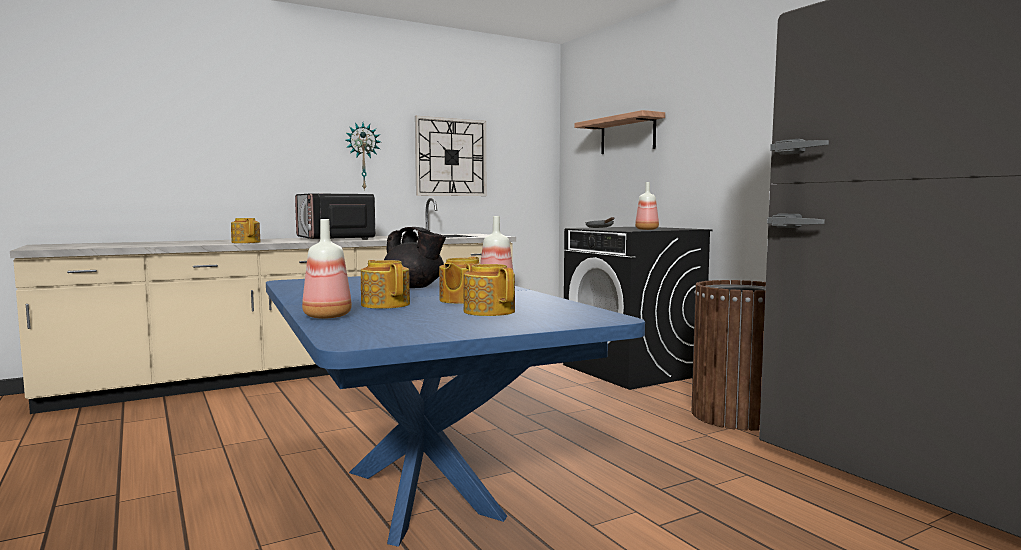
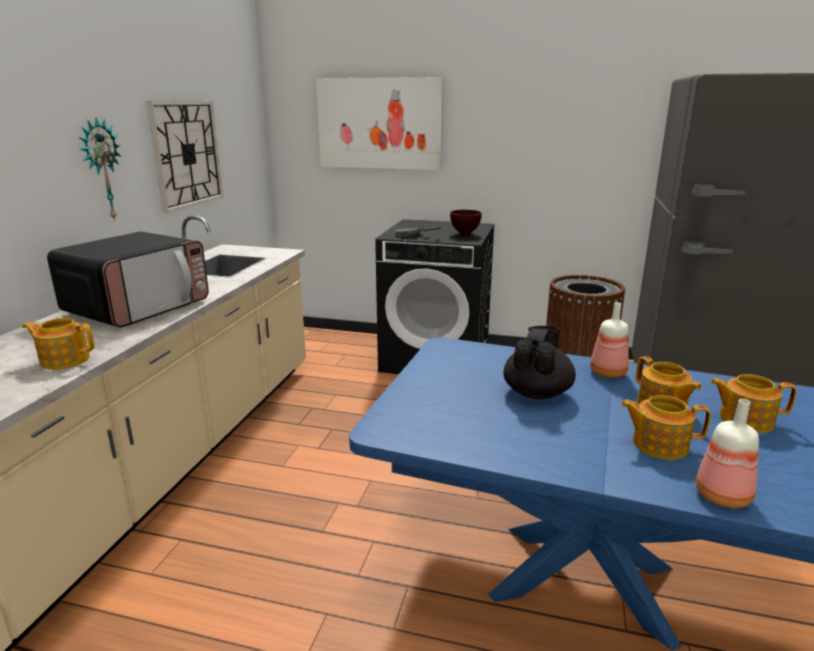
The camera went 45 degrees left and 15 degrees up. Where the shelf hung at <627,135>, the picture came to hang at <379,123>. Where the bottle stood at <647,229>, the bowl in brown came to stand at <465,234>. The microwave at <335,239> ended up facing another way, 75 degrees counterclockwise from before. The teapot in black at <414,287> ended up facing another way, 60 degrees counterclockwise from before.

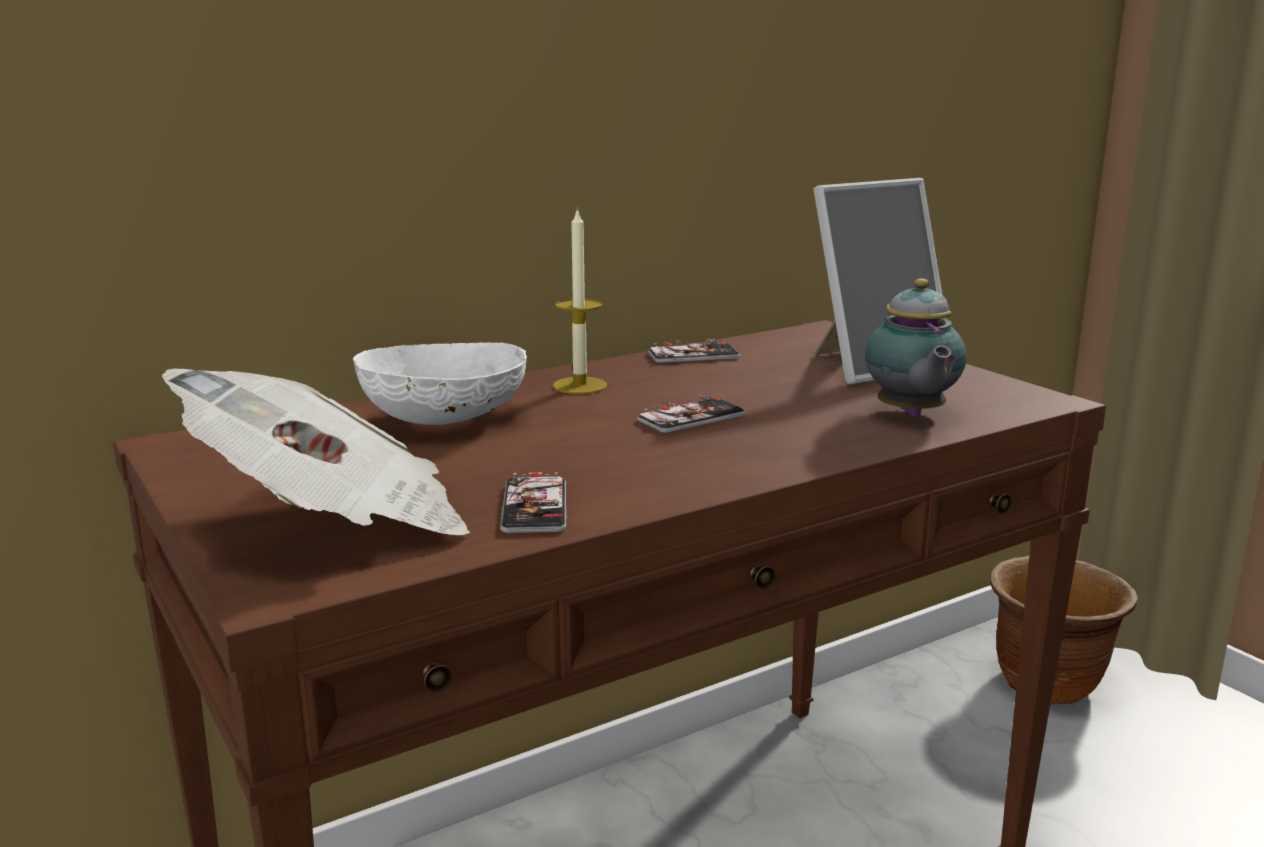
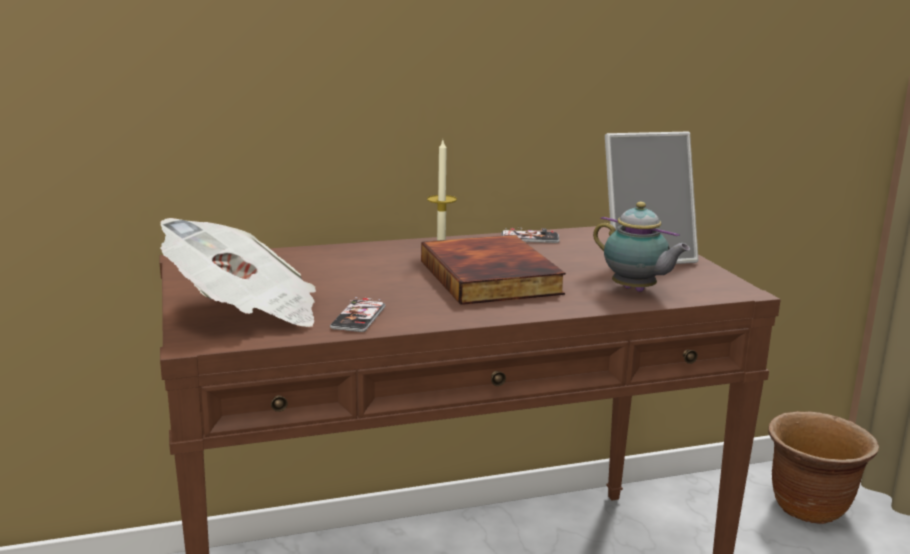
The camera went 15 degrees right and 0 degrees up. The teapot at <910,415> ended up facing another way, 60 degrees counterclockwise from before. The second view lost the bowl in white at <444,418>. Where the phone stood at <691,418>, the book came to stand at <493,277>.

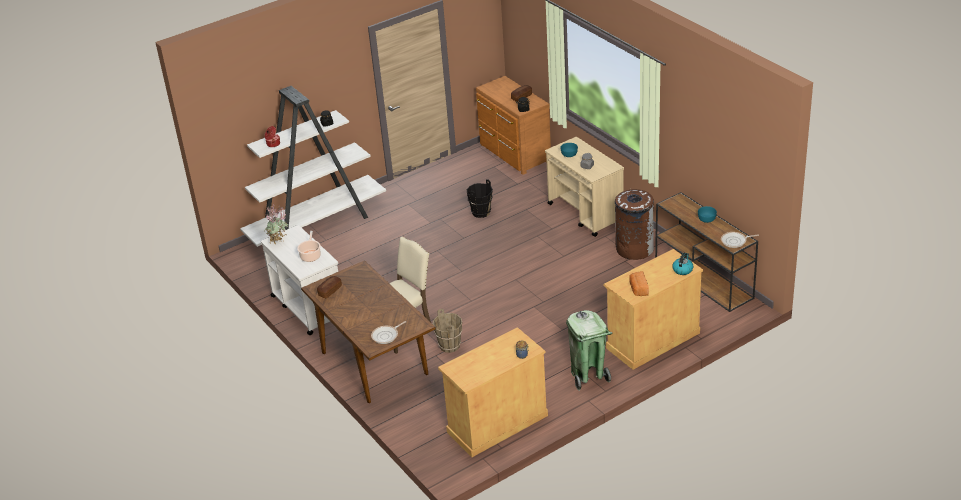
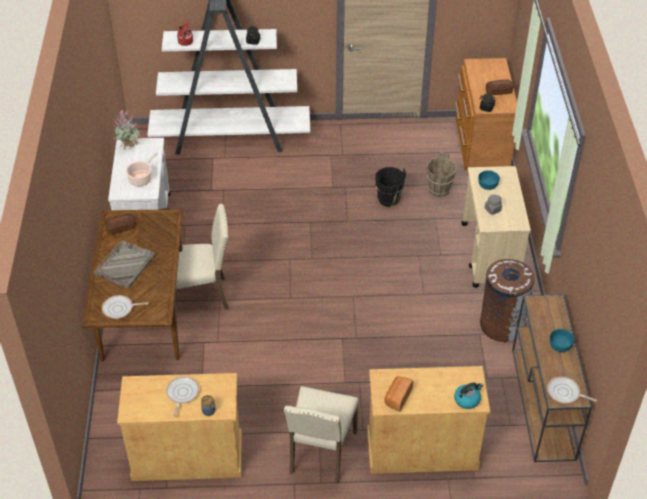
The camera went 30 degrees right and 10 degrees up. The bucket in brown ended up elsewhere, having gone from <450,346> to <439,190>. Where the trash can in green stood at <588,375>, the chair in beige came to stand at <321,453>. The second view gained the tray in grey at <125,264>. The second view gained the frying pan at <182,394>.

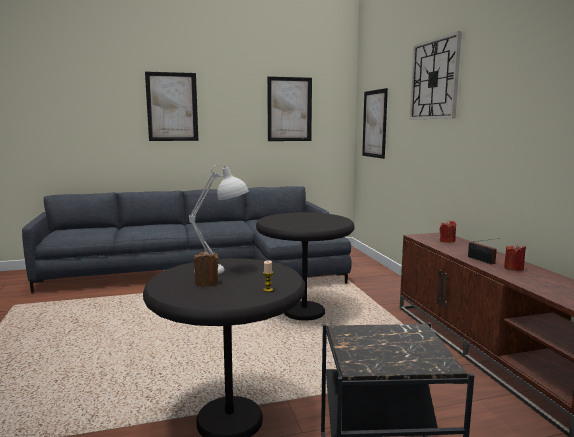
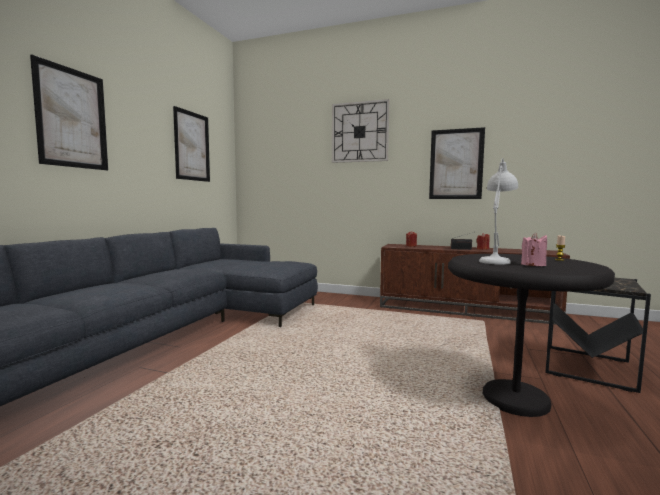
The camera went 55 degrees left and 5 degrees down. The picture ended up elsewhere, having gone from <374,124> to <456,164>. The second view lost the side table in black at <304,312>. What was the candle in brown at <206,283> turned into the candle in pink at <533,265>.

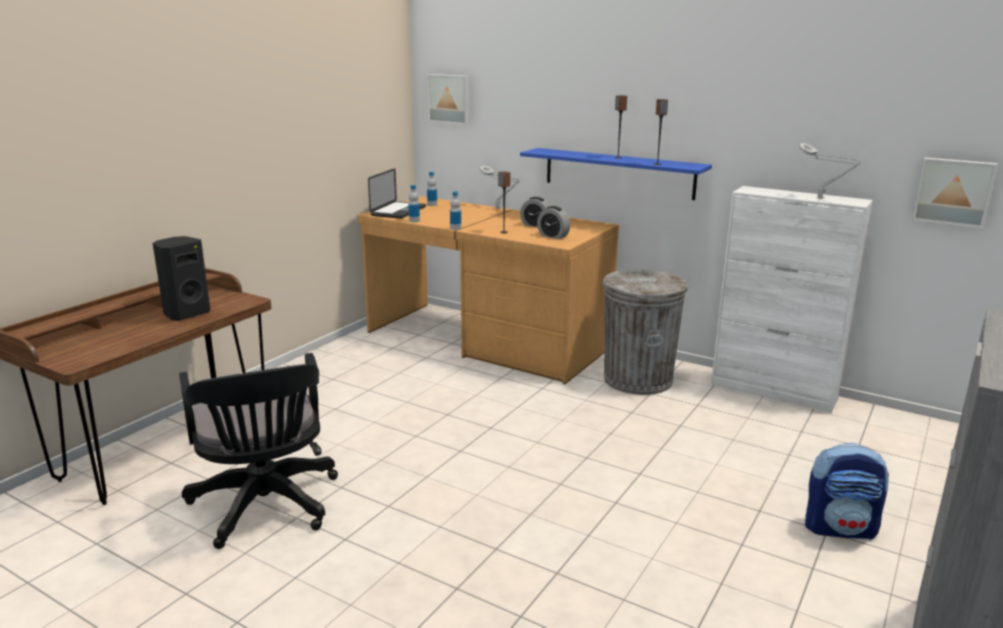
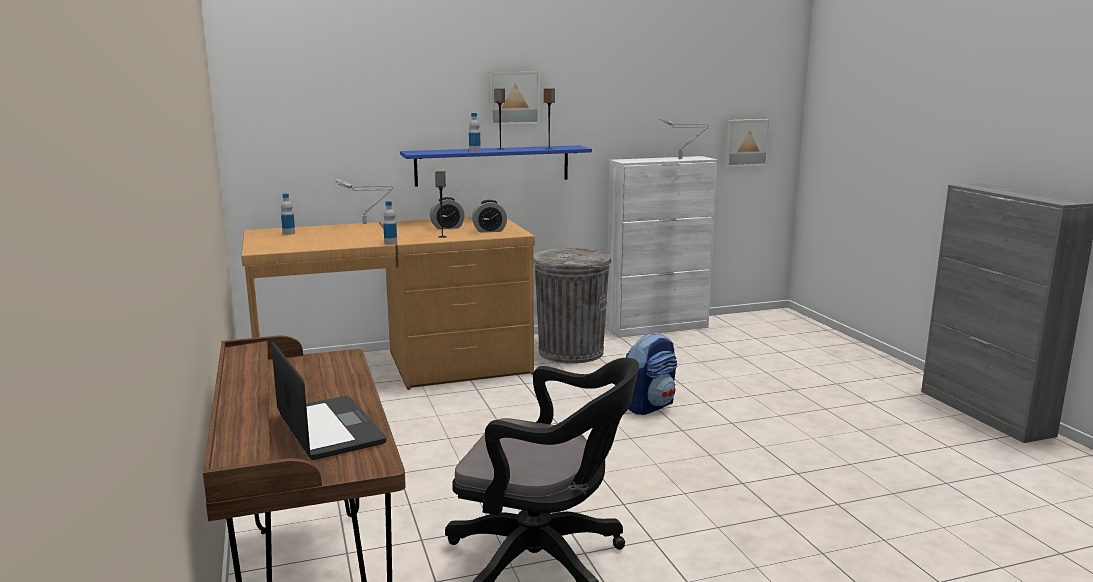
The camera went 50 degrees left and 5 degrees down. The picture ended up elsewhere, having gone from <450,99> to <513,98>. The laptop ended up elsewhere, having gone from <398,211> to <330,429>. The bottle ended up elsewhere, having gone from <414,221> to <474,151>. The second view lost the speaker in black at <186,314>. The backpack ended up elsewhere, having gone from <840,528> to <650,406>.

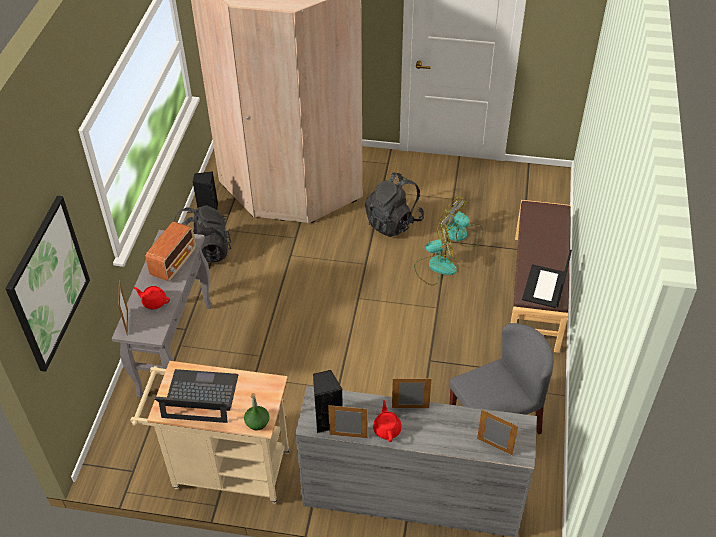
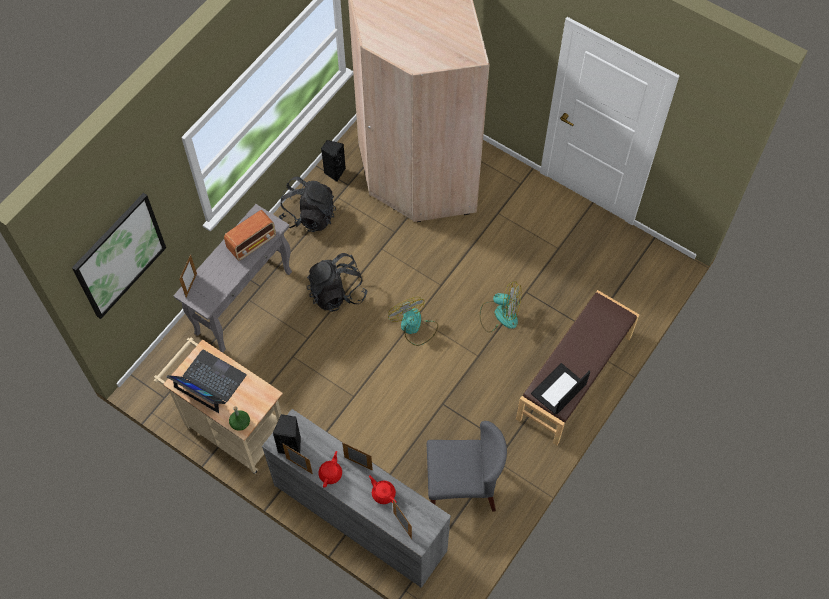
The camera went 25 degrees right and 15 degrees up. The backpack in black ended up elsewhere, having gone from <393,222> to <337,293>. The fan ended up elsewhere, having gone from <461,234> to <414,327>. The teapot in red ended up elsewhere, having gone from <154,302> to <383,493>.

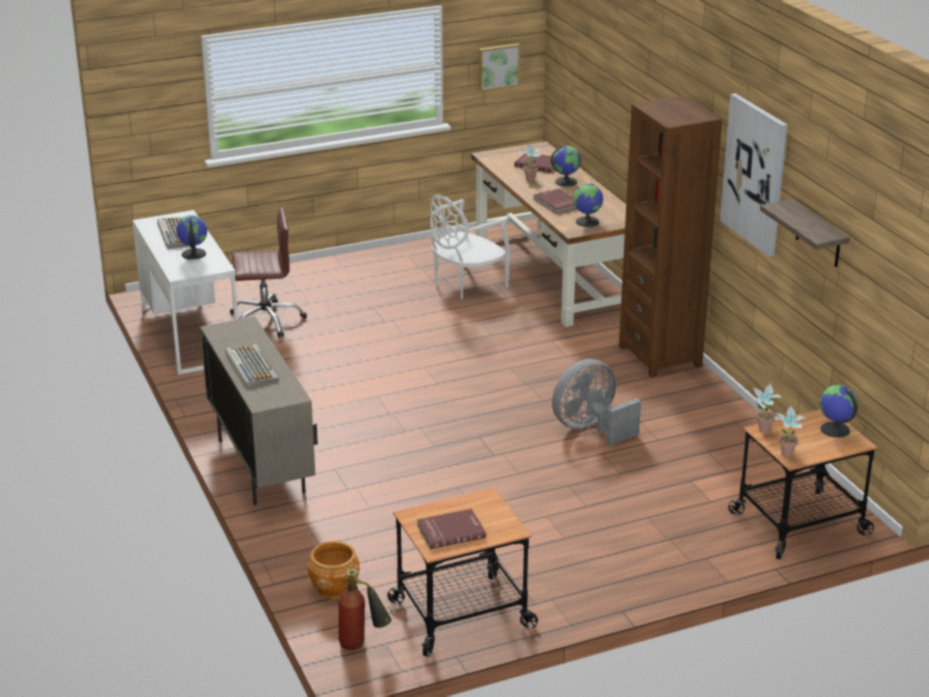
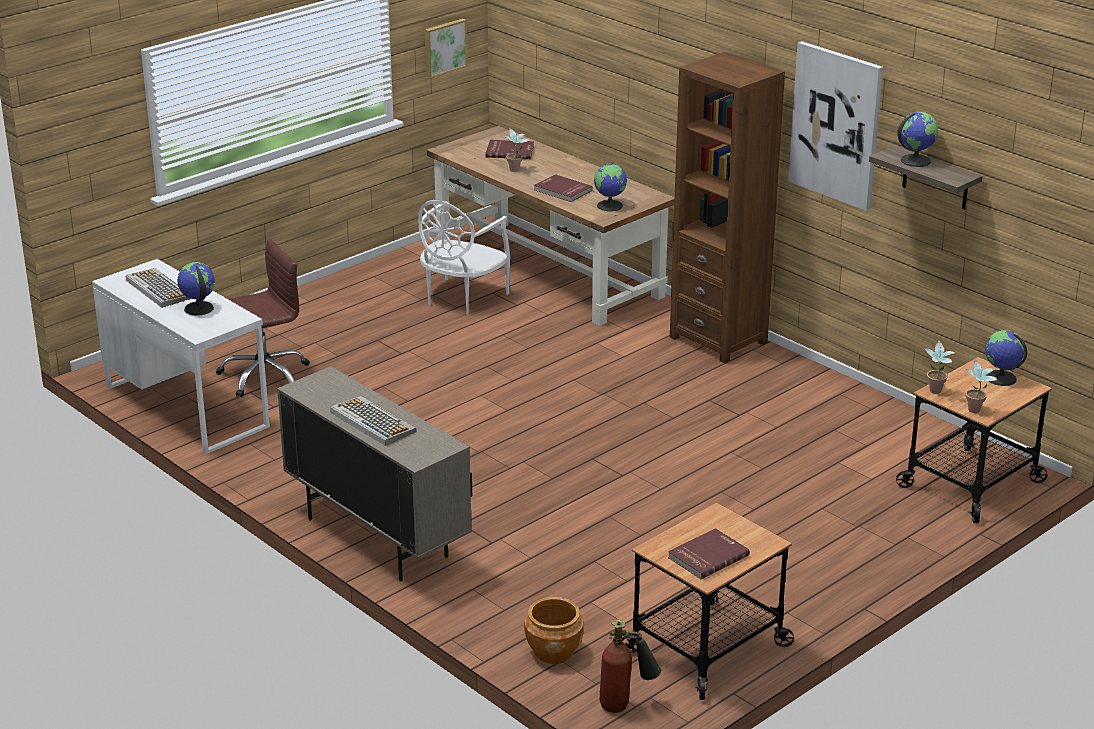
The camera went 20 degrees left and 0 degrees up. The globe ended up elsewhere, having gone from <566,182> to <915,160>. The second view lost the fan in grey at <591,429>.

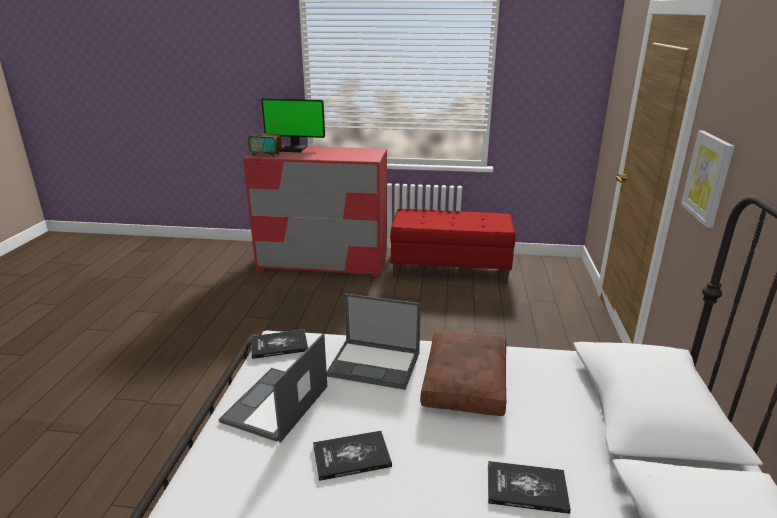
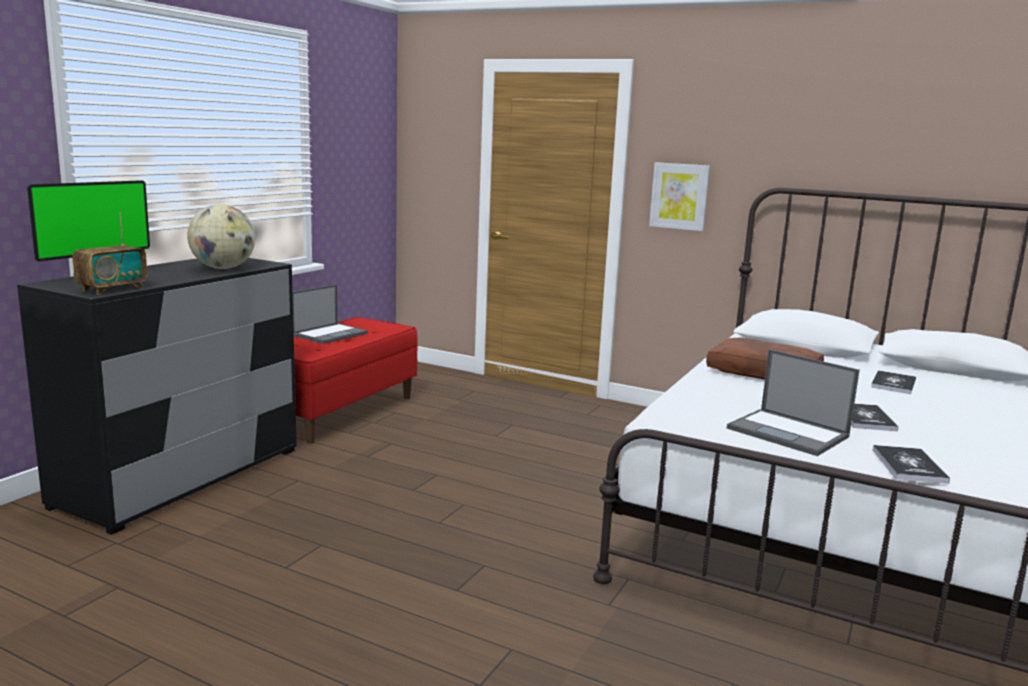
The camera went 70 degrees left and 10 degrees down. What was the dresser in red at <323,262> turned into the dresser in black at <181,477>. The laptop ended up elsewhere, having gone from <375,364> to <330,334>. The book ended up elsewhere, having gone from <279,345> to <908,466>. The second view gained the globe at <223,268>.

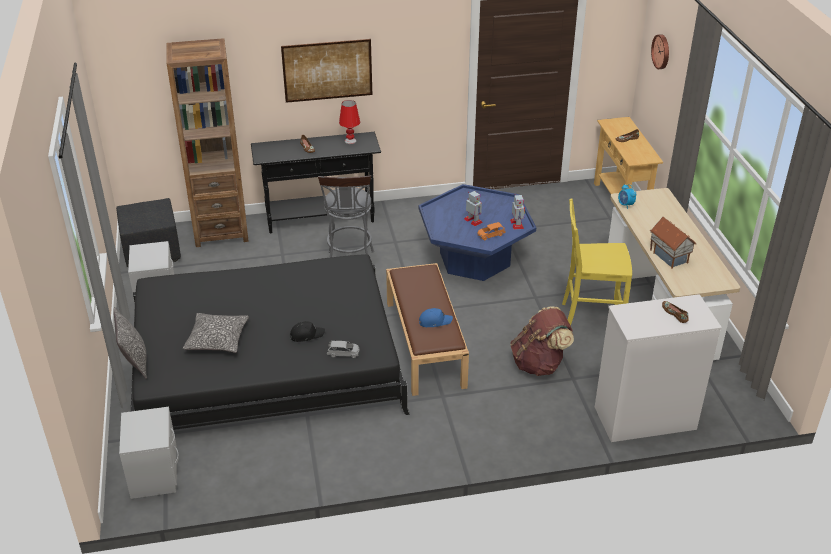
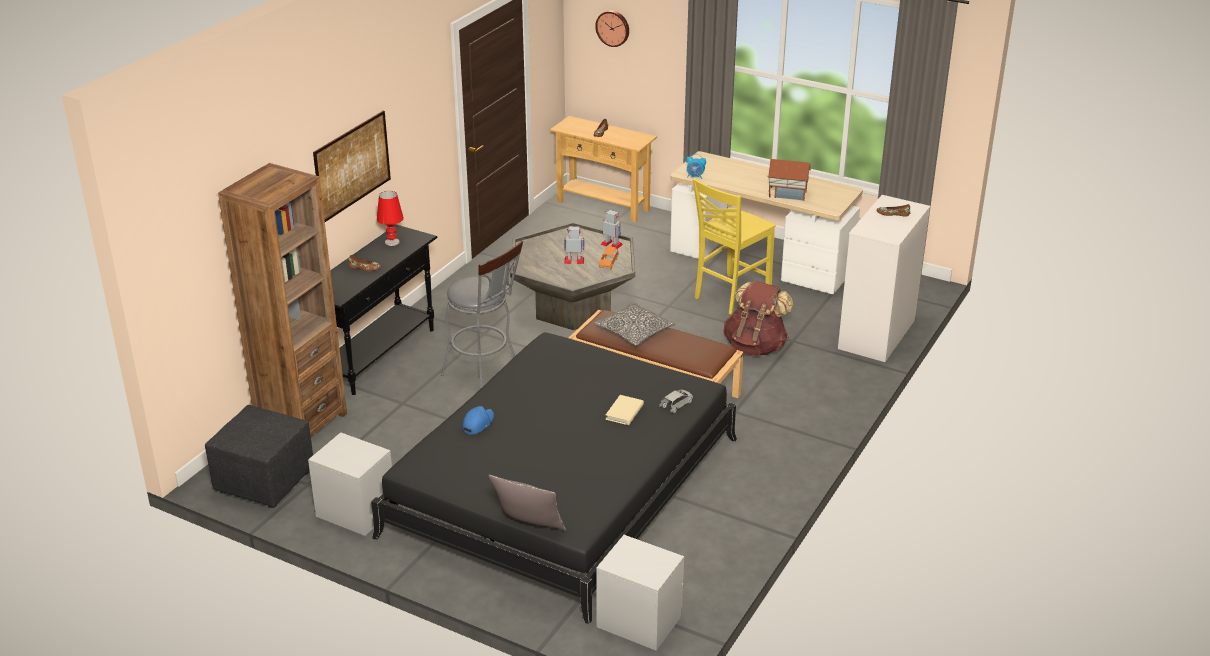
The camera went 50 degrees left and 5 degrees down. What was the coffee table in blue at <474,259> turned into the coffee table in grey at <573,308>. The cap in blue ended up elsewhere, having gone from <434,321> to <477,423>. The pillow ended up elsewhere, having gone from <217,339> to <634,331>. Where the cap in black stood at <306,335>, the book in beige came to stand at <624,412>.

